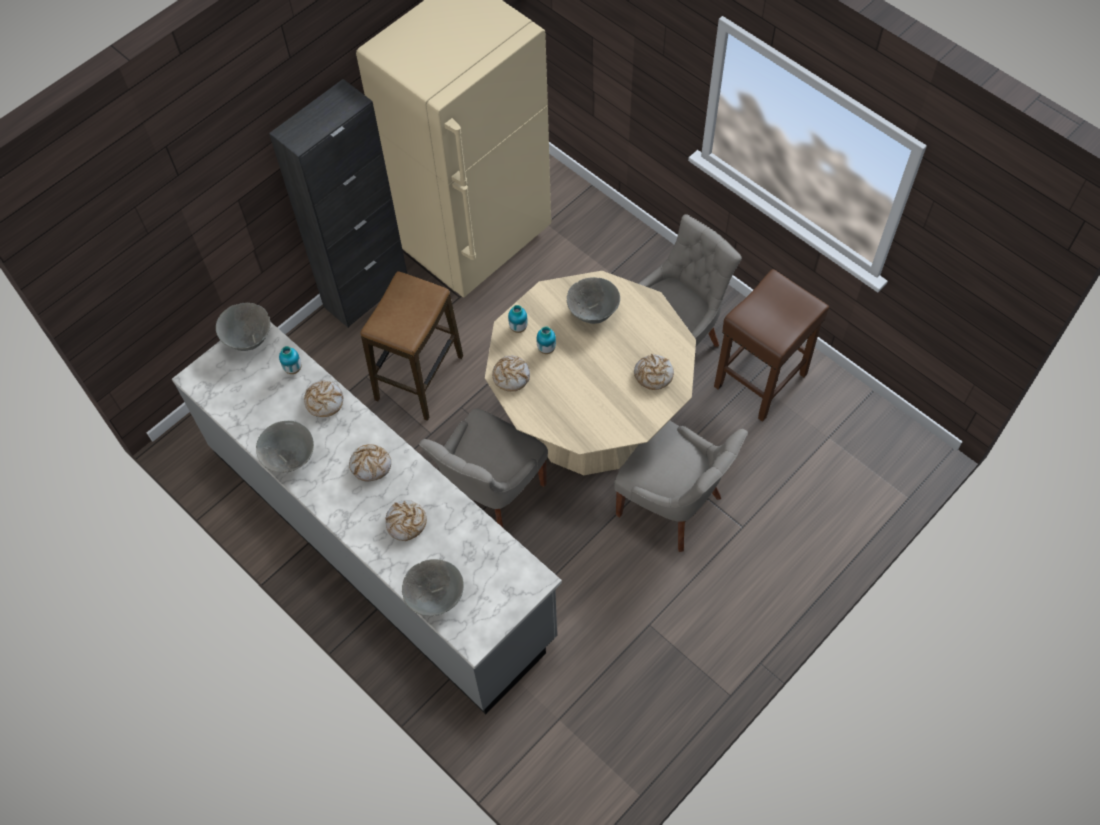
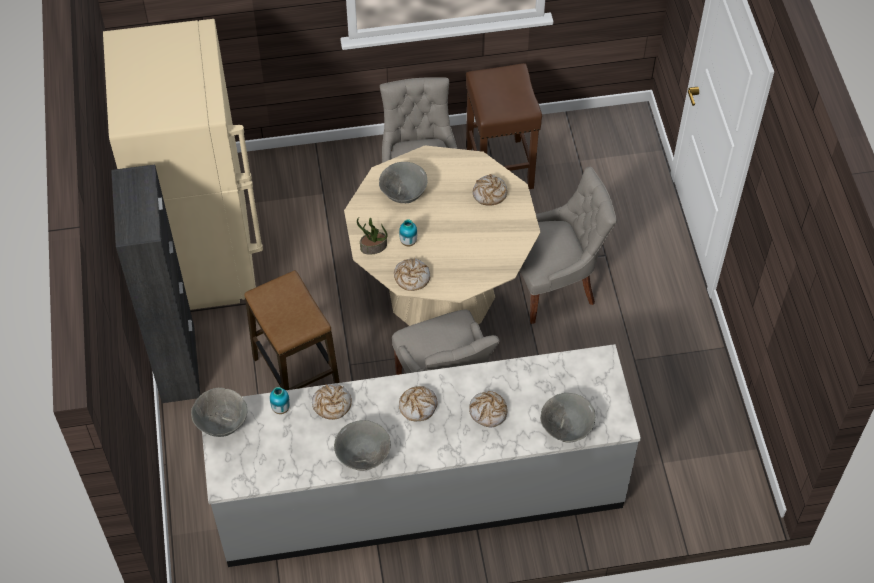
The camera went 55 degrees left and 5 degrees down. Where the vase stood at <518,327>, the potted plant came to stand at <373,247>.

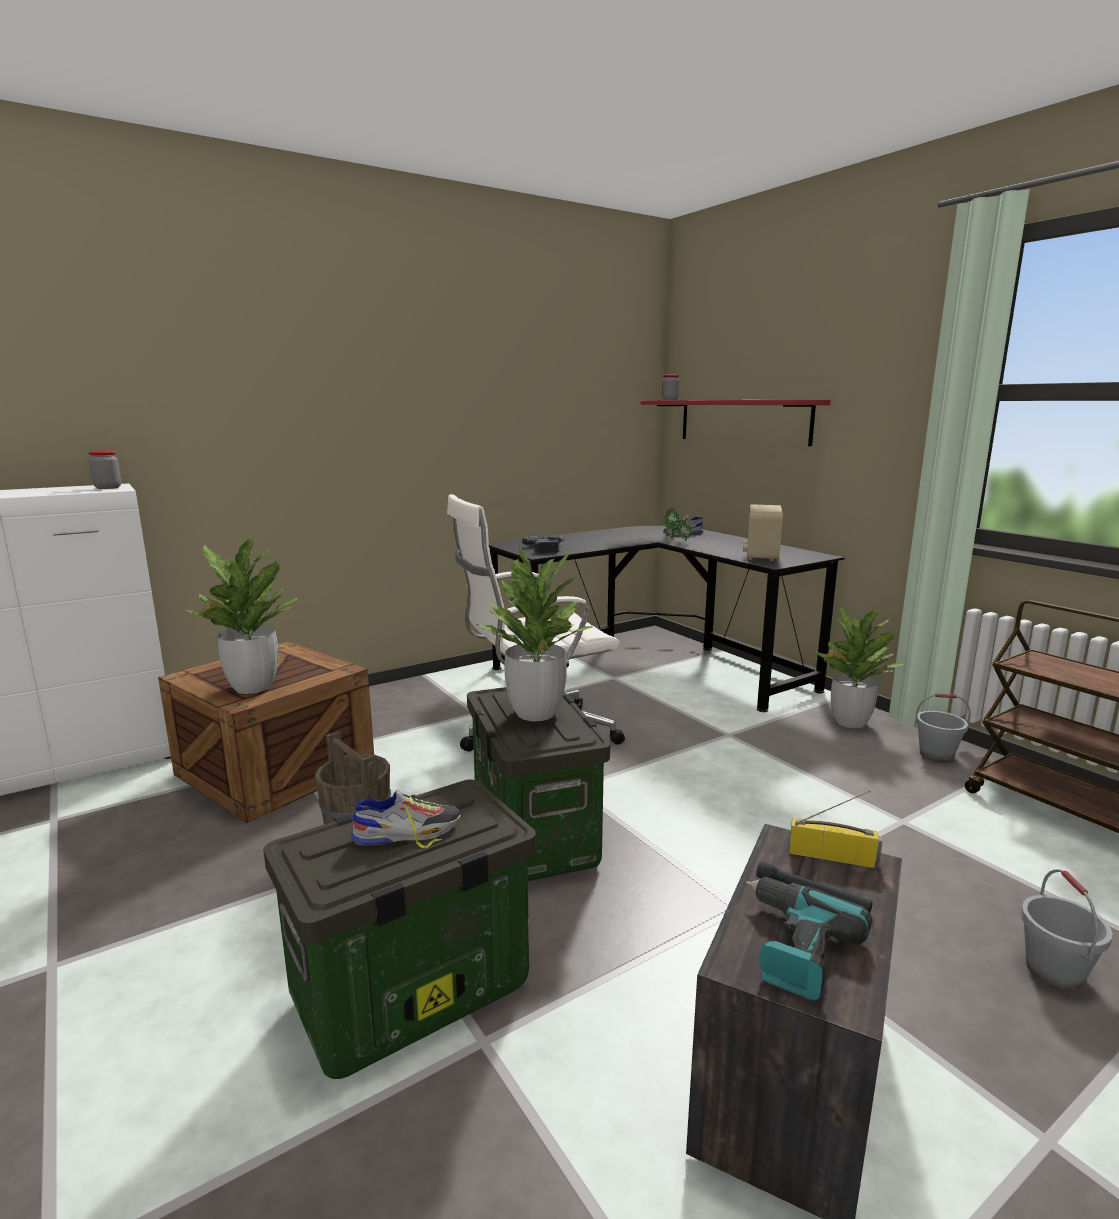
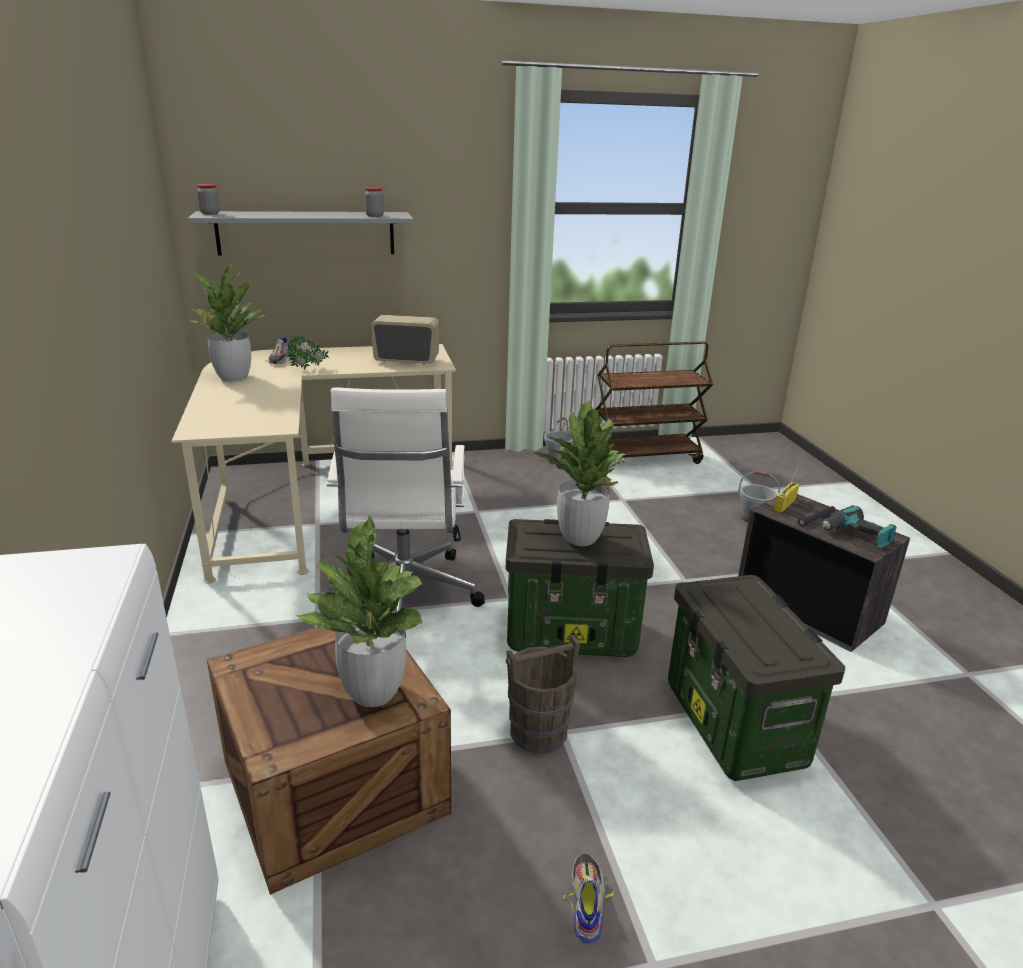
The camera went 70 degrees left and 10 degrees up. What was the shelf in red at <743,421> turned into the shelf in grey at <306,233>. The jar ended up elsewhere, having gone from <108,488> to <374,216>. The radio at <761,555> ended up facing another way, 150 degrees clockwise from before. What was the desk in black at <653,666> turned into the desk in beige at <315,499>. The second view lost the power drill at <547,548>. The potted plant ended up elsewhere, having gone from <849,722> to <233,377>. The shoe ended up elsewhere, having gone from <408,832> to <586,900>.

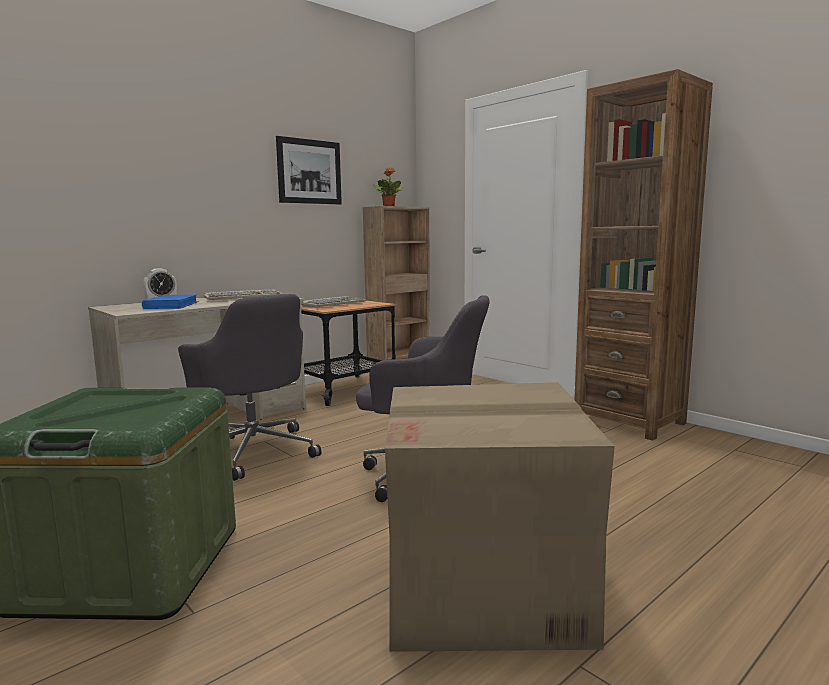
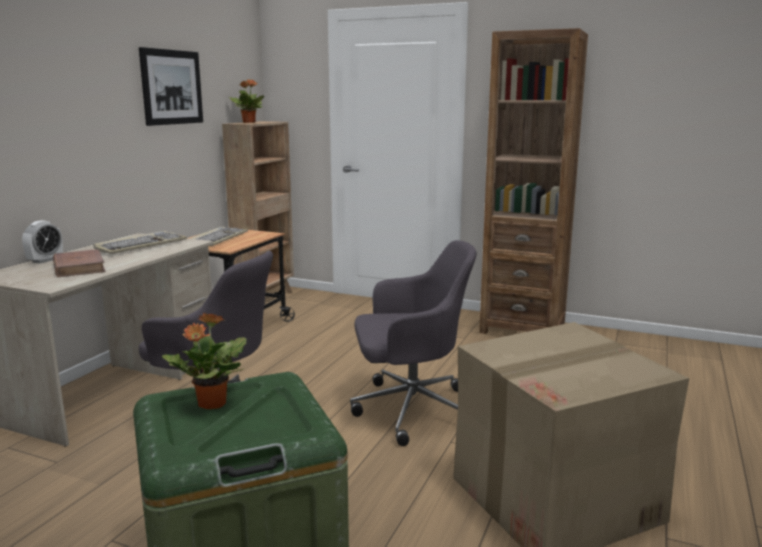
The camera went 25 degrees left and 5 degrees up. What was the book in blue at <171,305> turned into the book in brown at <79,267>. The second view gained the potted plant at <211,404>.

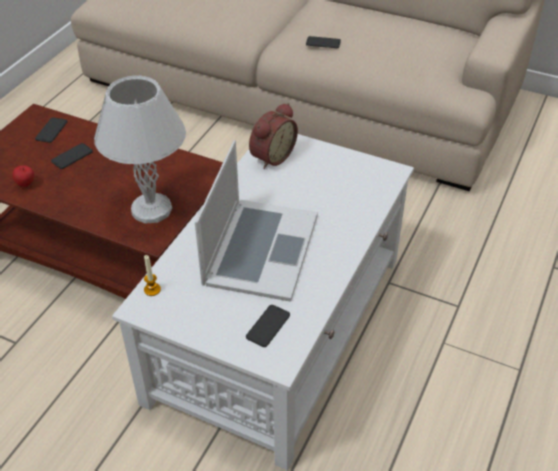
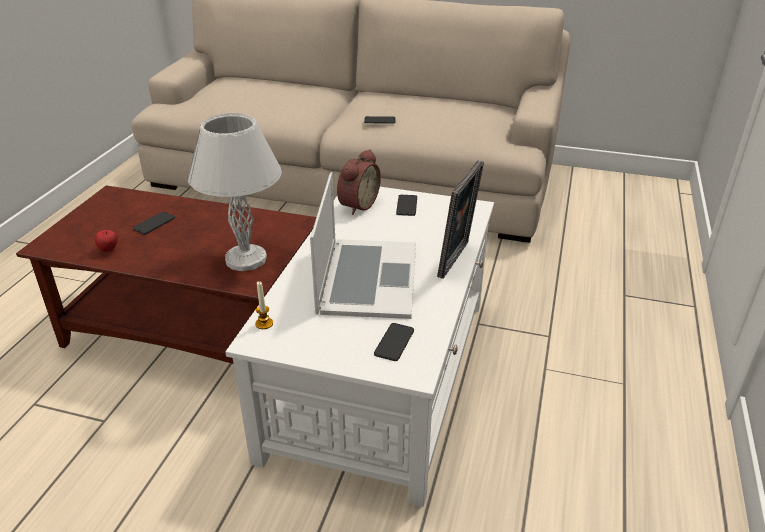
The camera went 10 degrees left and 10 degrees down. The phone ended up elsewhere, having gone from <51,130> to <406,205>. The second view gained the picture frame at <457,260>.

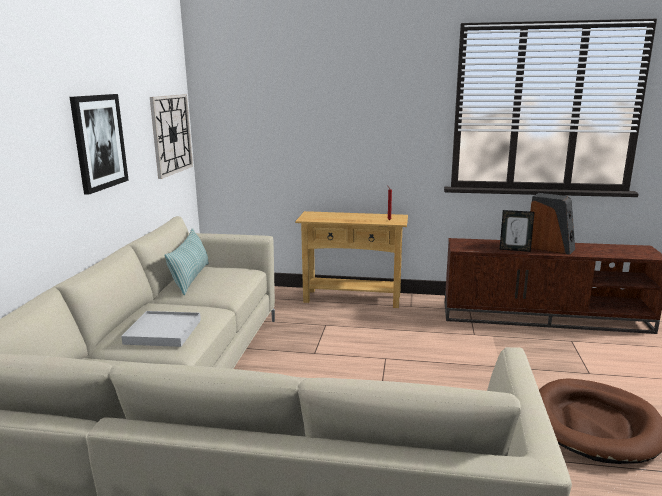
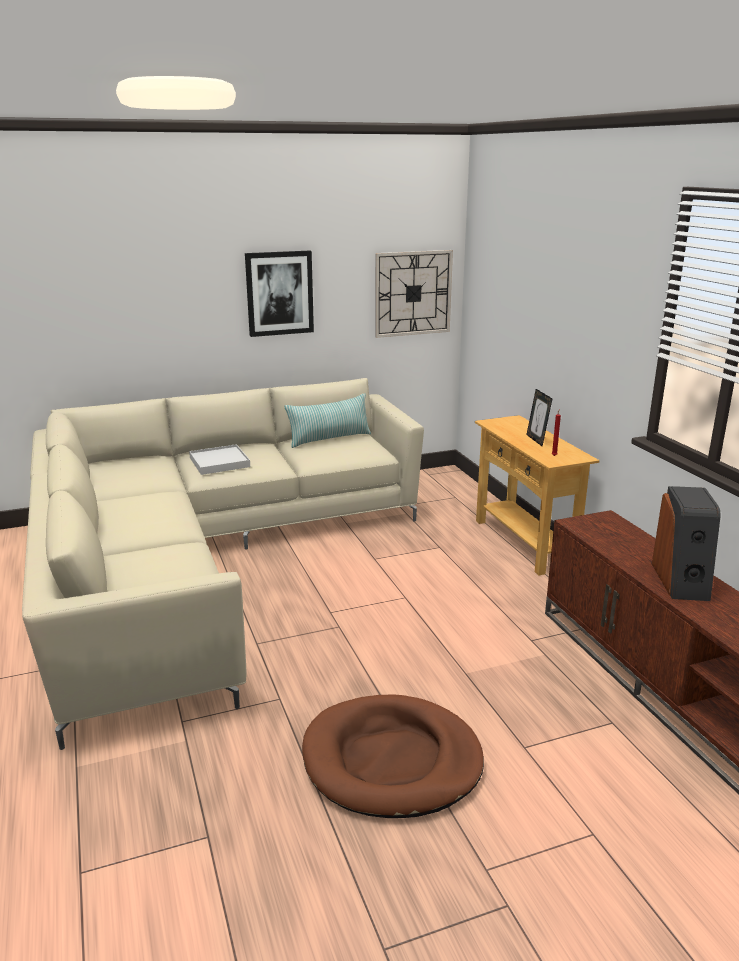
The camera went 60 degrees right and 5 degrees up. The picture frame ended up elsewhere, having gone from <514,249> to <537,440>.

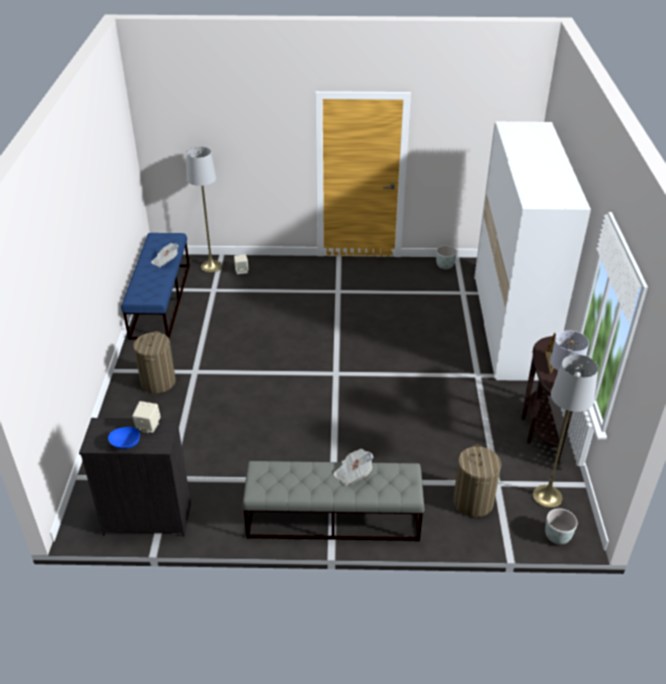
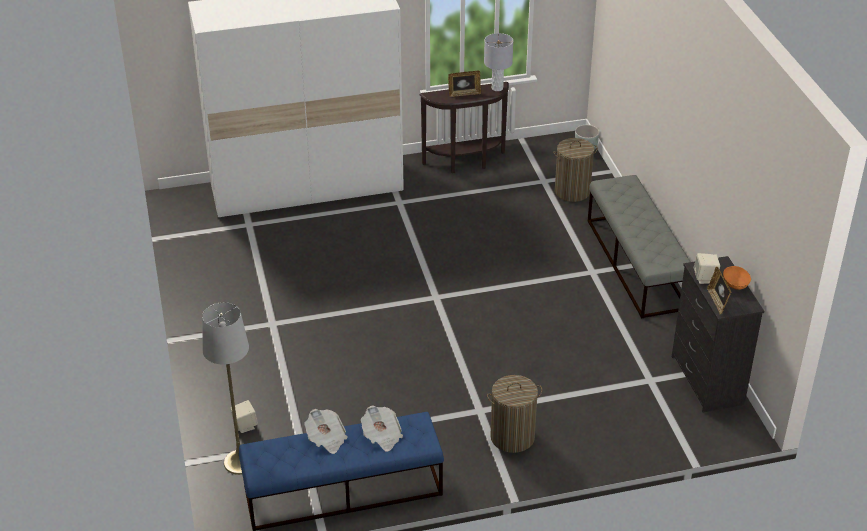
The camera went 105 degrees left and 0 degrees up. The second view lost the planter in grey at <445,266>. The second view lost the floor lamp in grey at <547,496>. What was the bowl in blue at <125,444> turned into the bowl in orange at <735,285>. The newspaper ended up elsewhere, having gone from <353,474> to <382,436>. The second view gained the picture frame at <717,301>.

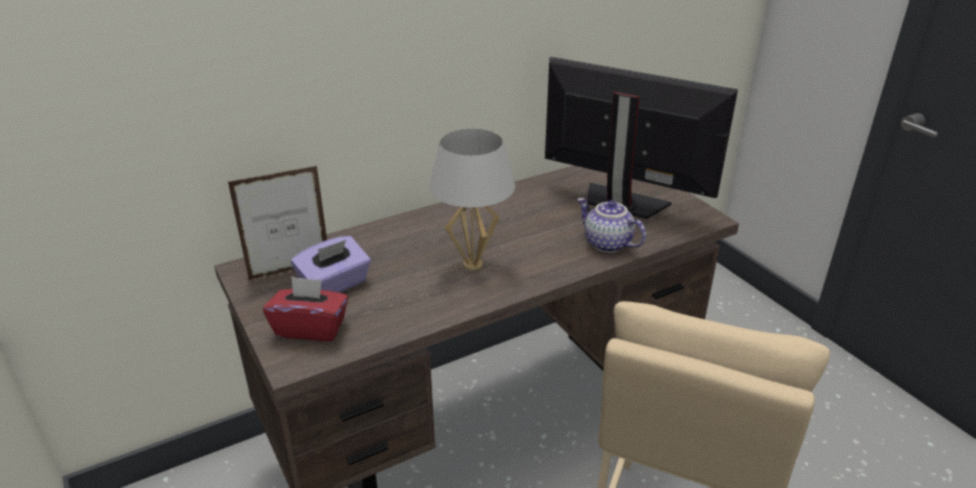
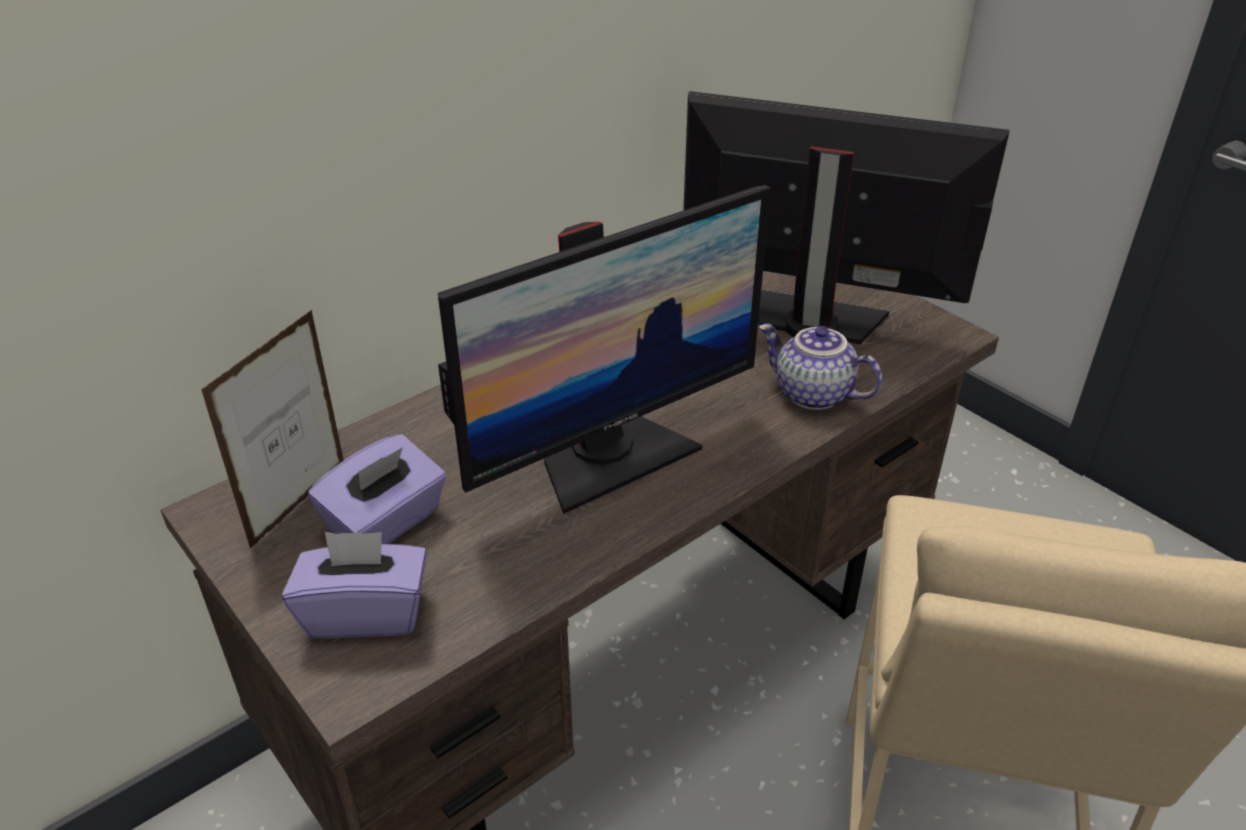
The camera went 10 degrees left and 5 degrees up. Where the table lamp in white stood at <473,265>, the monitor came to stand at <610,457>. The picture frame at <289,270> ended up facing another way, 150 degrees clockwise from before. What was the tissue box in red at <311,328> turned into the tissue box in purple at <366,612>.

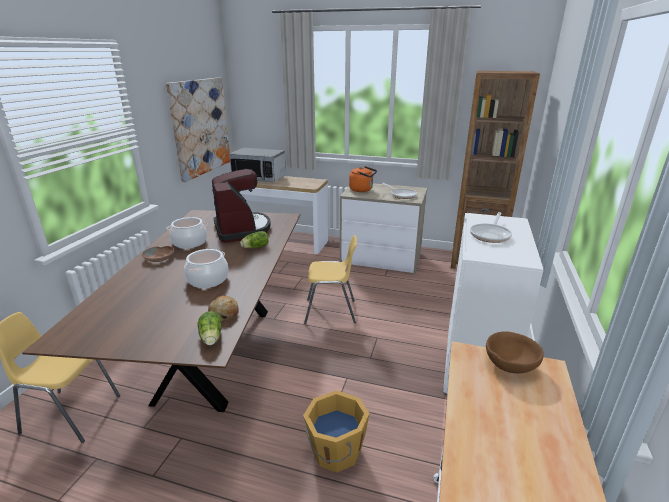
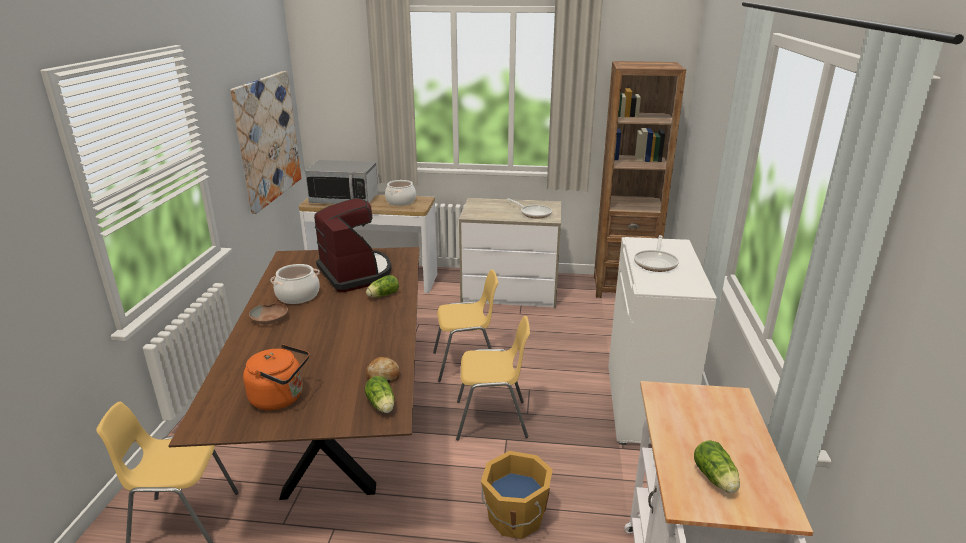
The camera went 10 degrees left and 0 degrees up. The kettle in orange ended up elsewhere, having gone from <362,190> to <281,398>. The cooking pot ended up elsewhere, having gone from <208,279> to <401,201>. The second view lost the bowl in brown at <510,365>. The second view gained the chair in yellow at <492,420>. The second view gained the lettuce at <716,479>.

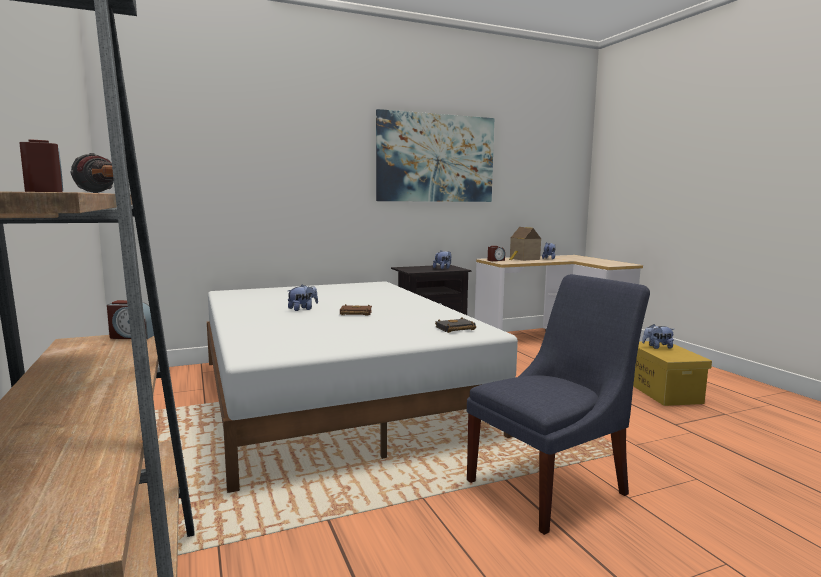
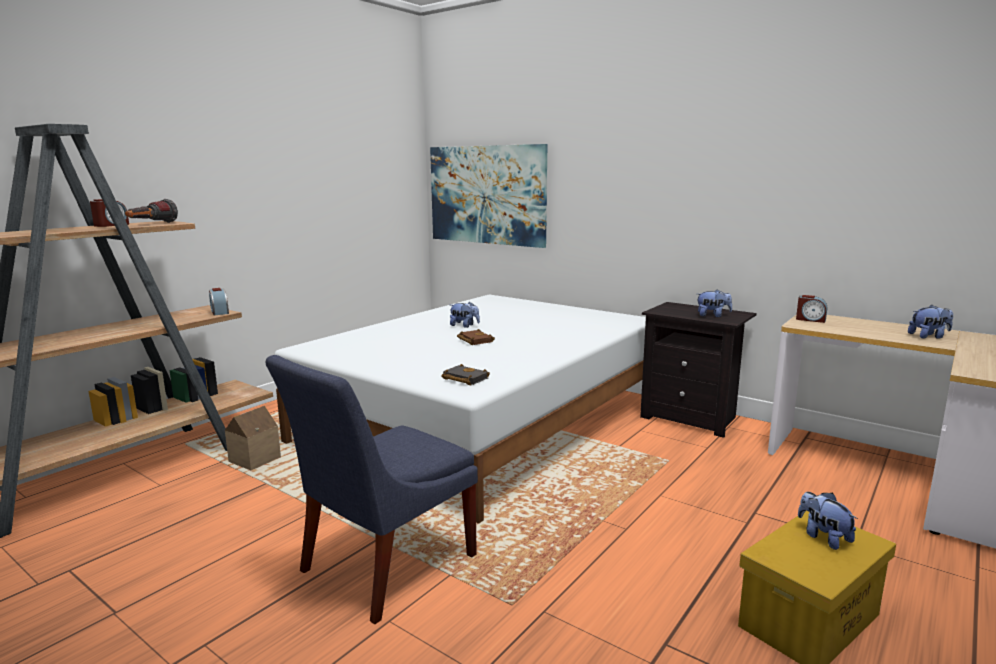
The camera went 60 degrees right and 5 degrees up. The picture ended up elsewhere, having gone from <436,158> to <486,195>. The toy house ended up elsewhere, having gone from <523,259> to <253,460>. The chair in blue at <552,485> ended up facing another way, 105 degrees clockwise from before.

